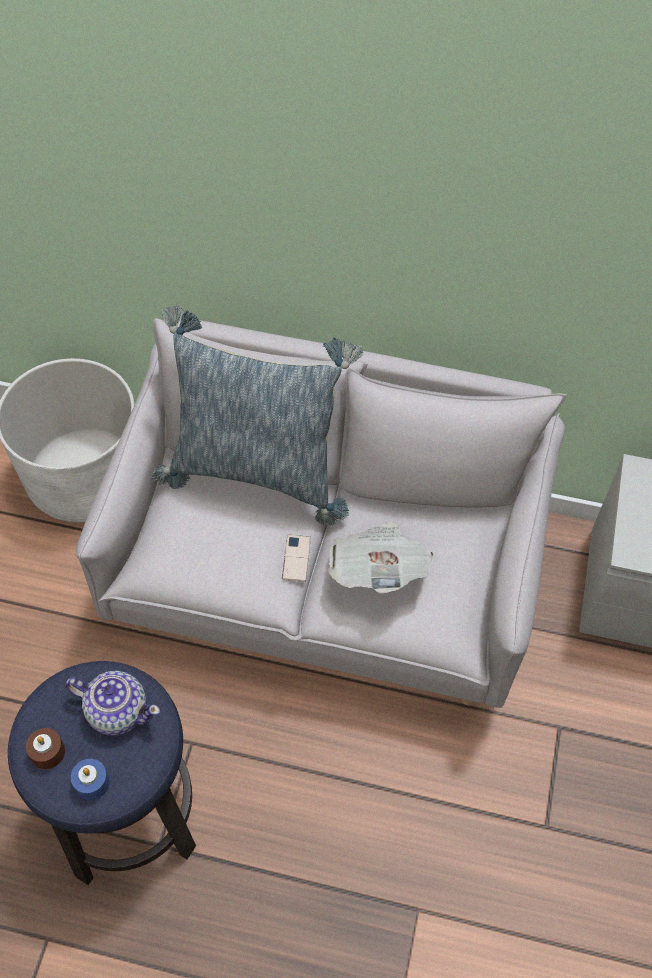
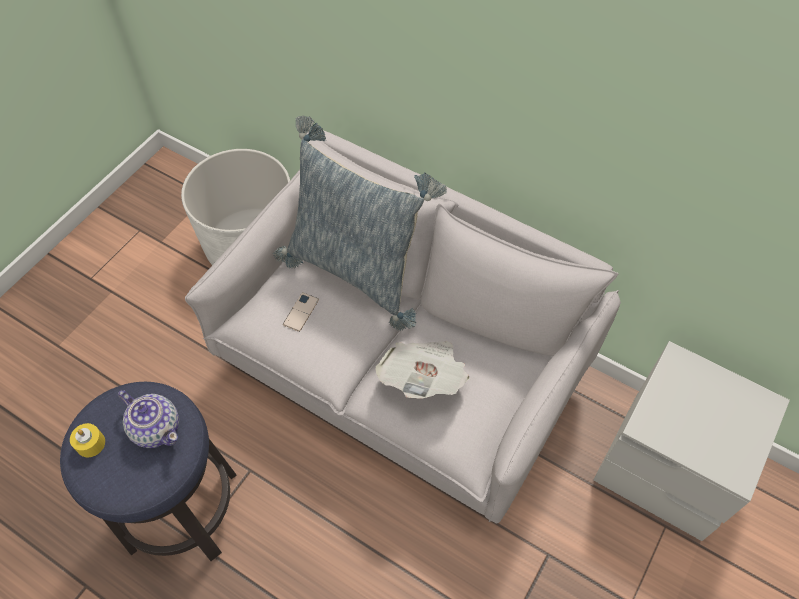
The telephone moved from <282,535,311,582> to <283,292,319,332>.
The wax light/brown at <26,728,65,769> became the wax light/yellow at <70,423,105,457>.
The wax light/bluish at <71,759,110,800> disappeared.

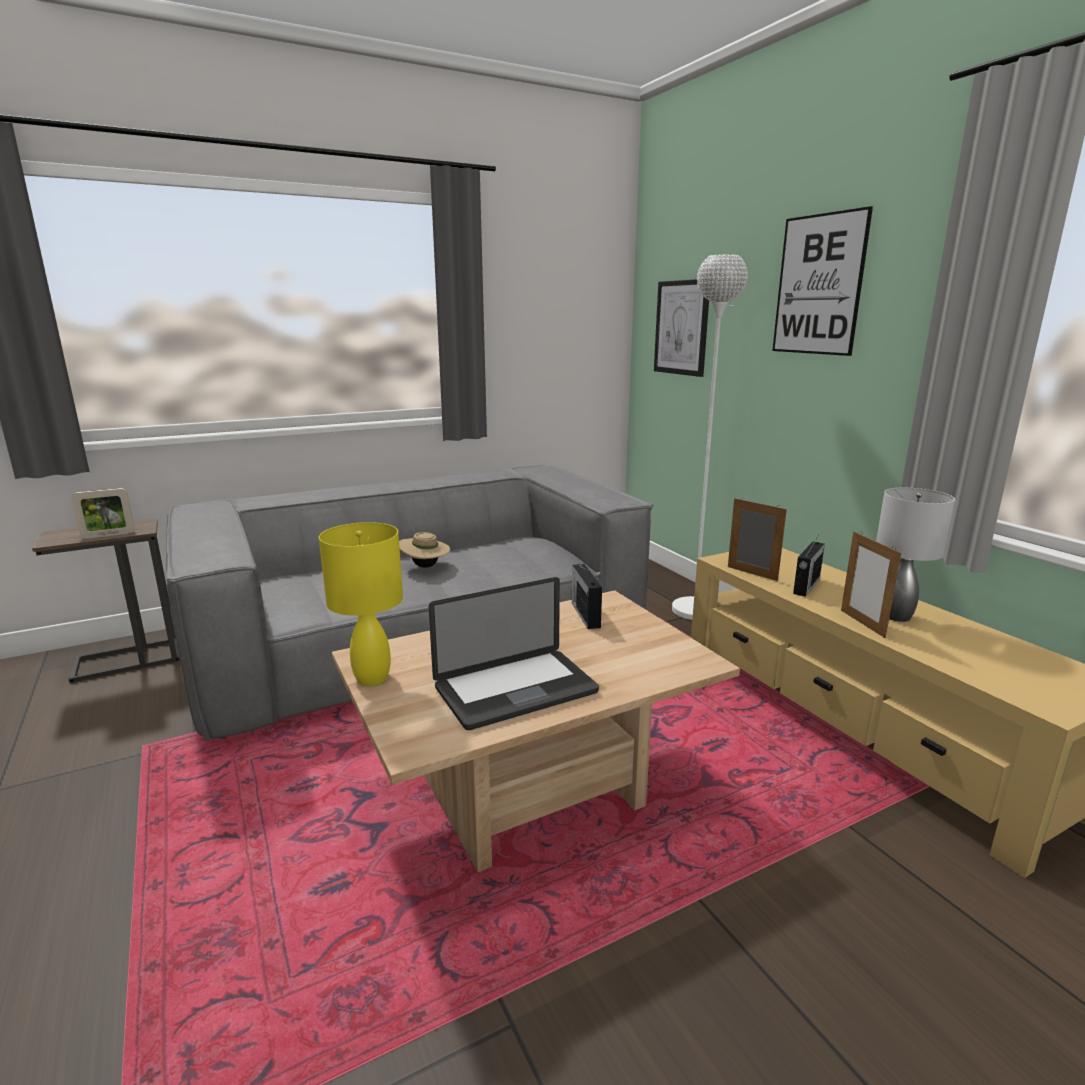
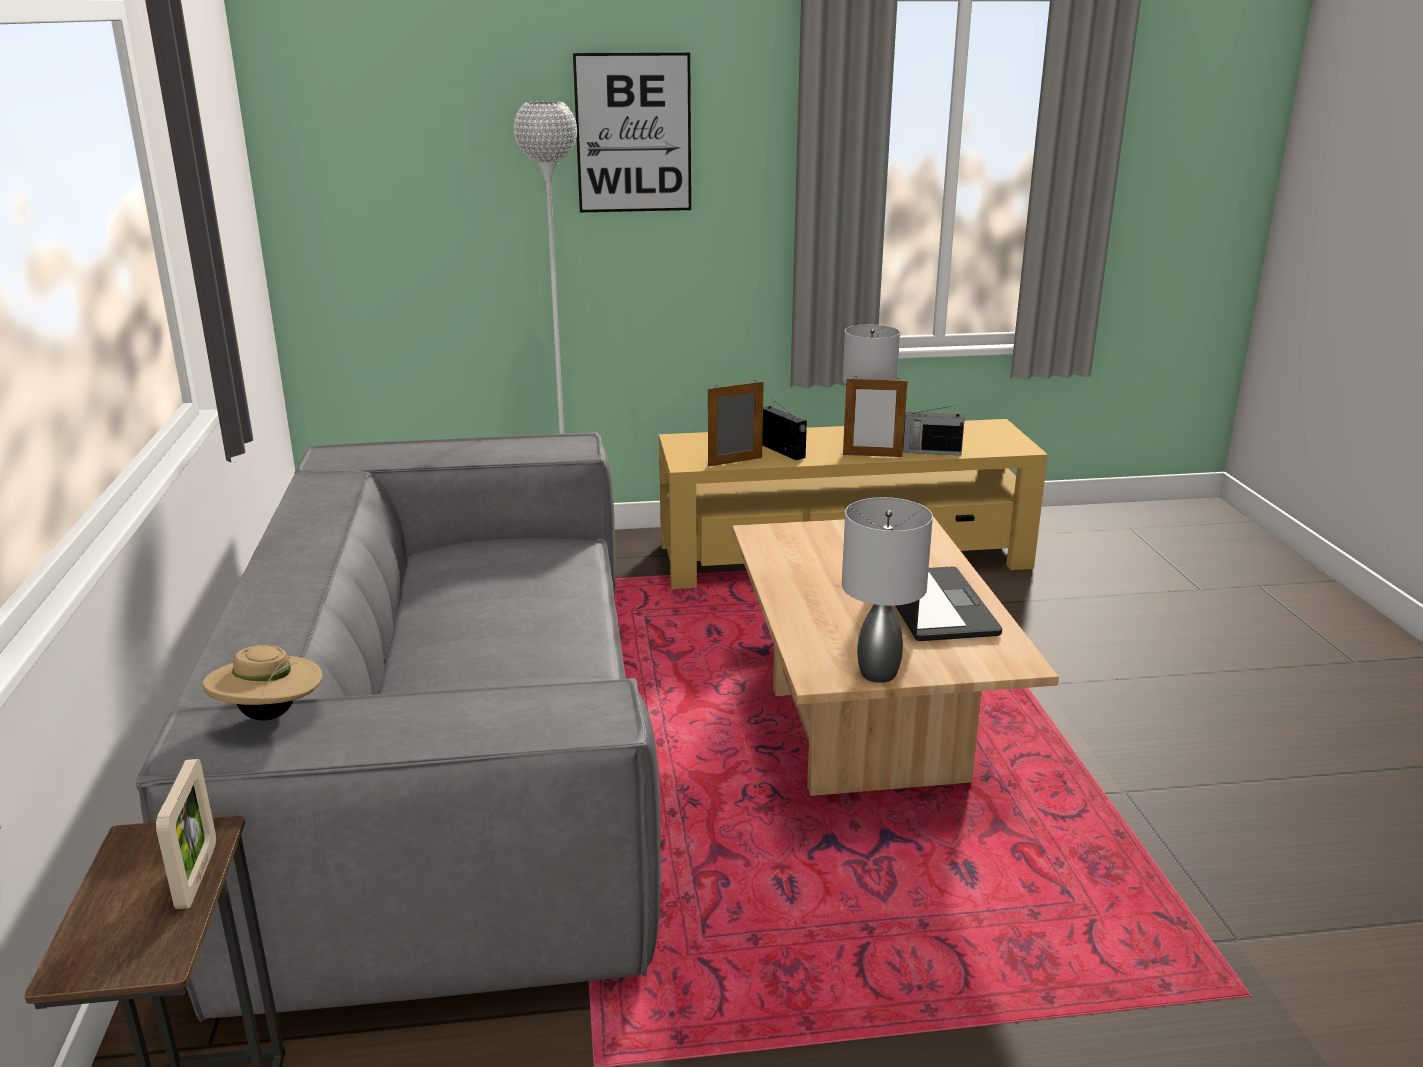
The wall picture at <654,279,709,377> disappeared.
The tabletop lamp/yellow at <319,522,403,686> became the tabletop lamp/gray at <842,497,933,683>.
The wearable hat/beige-coloured moved from <399,532,451,568> to <202,645,323,721>.
The radio receiver moved from <572,564,602,629> to <903,405,965,455>.

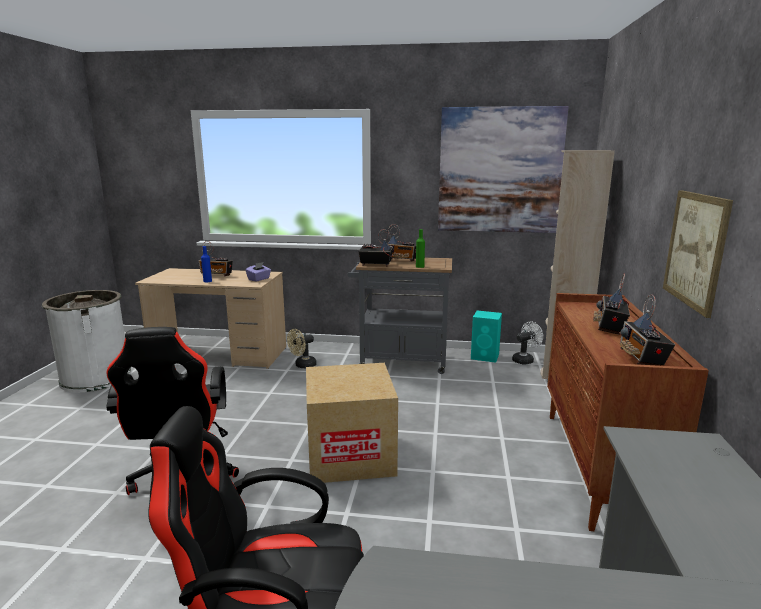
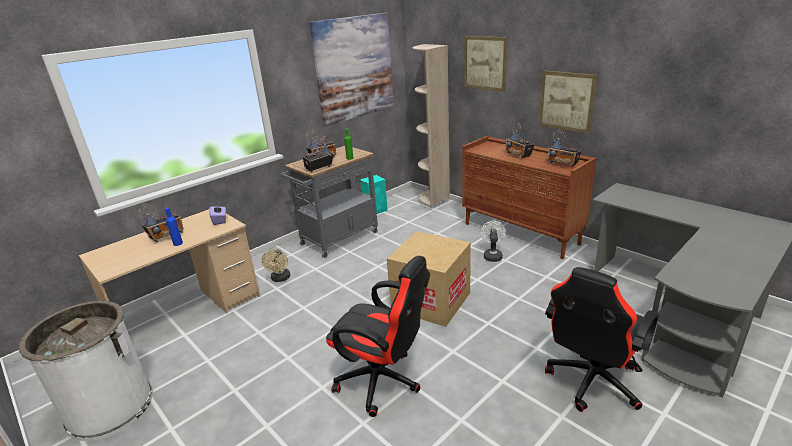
The fan/whitish moved from <512,322,543,364> to <481,221,506,262>.
The wall picture at <464,36,508,92> appeared.

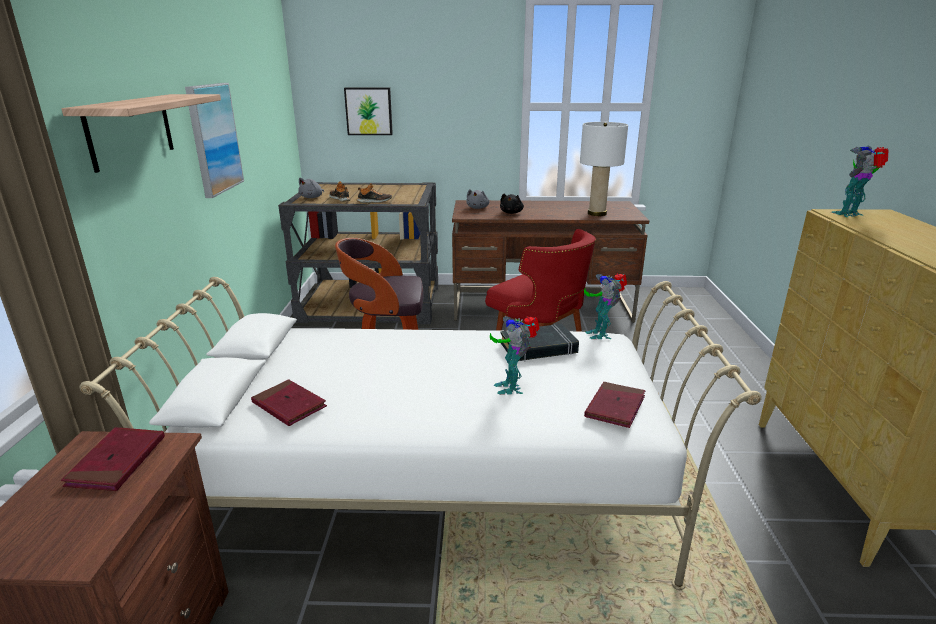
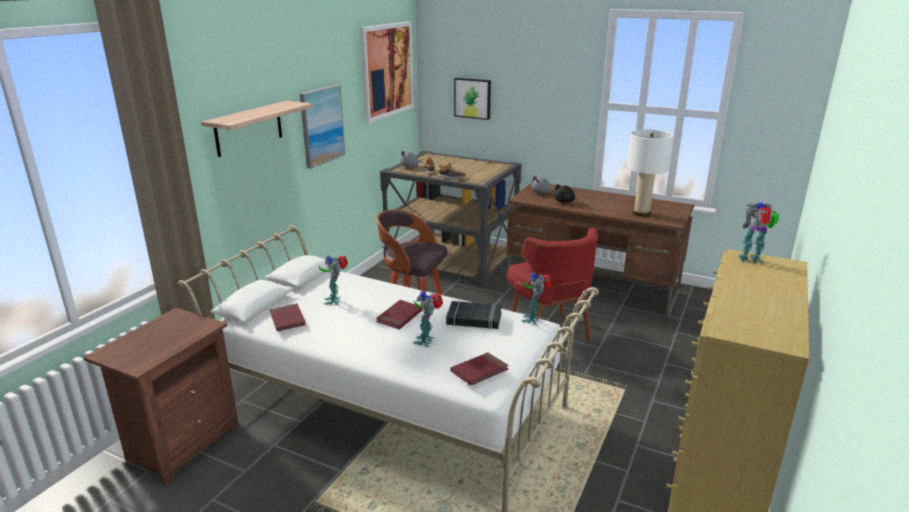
The bound book/red-coloured moved from <61,427,165,491> to <376,300,423,330>.
The wall picture at <360,21,414,123> appeared.
The robot figure at <319,255,348,305> appeared.

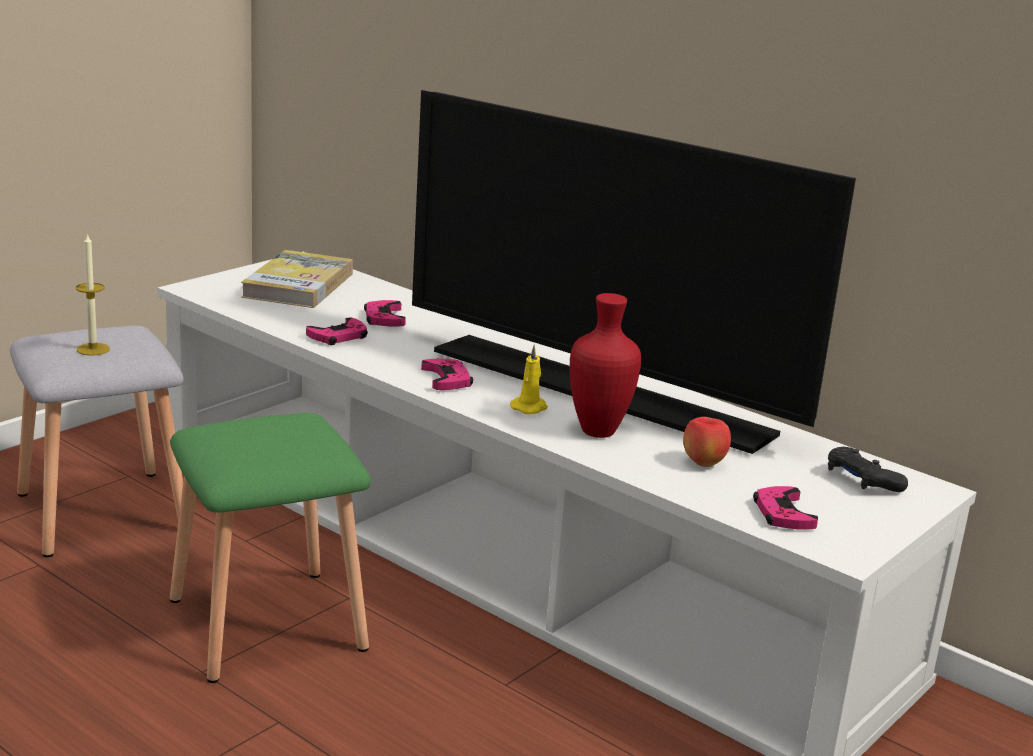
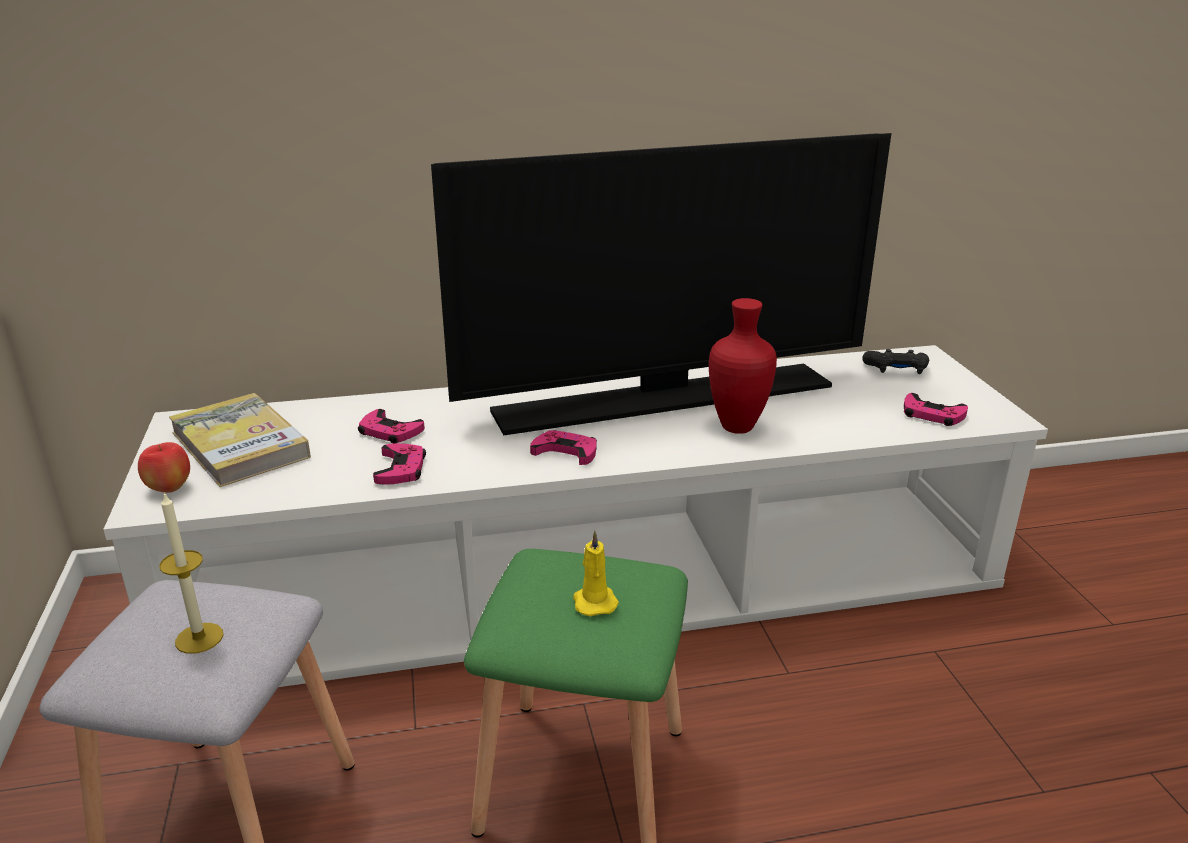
The wax light/yellow moved from <510,344,548,414> to <573,531,619,616>.
The apple fruit moved from <683,417,731,467> to <138,442,190,493>.

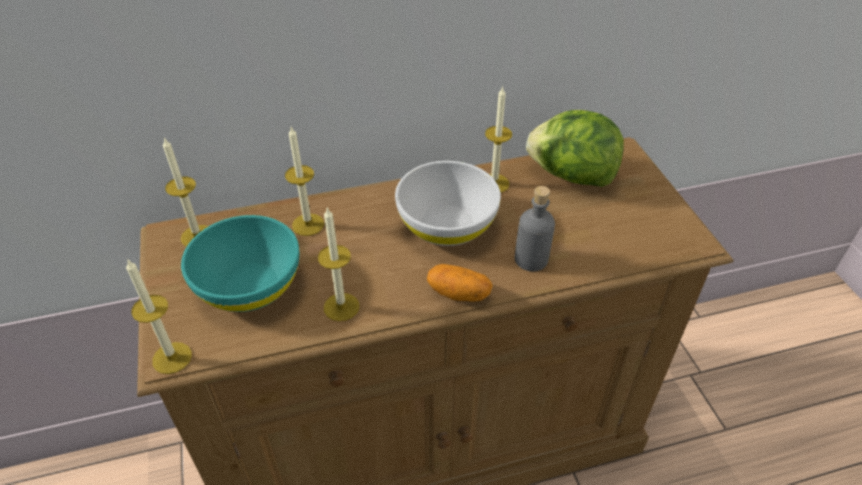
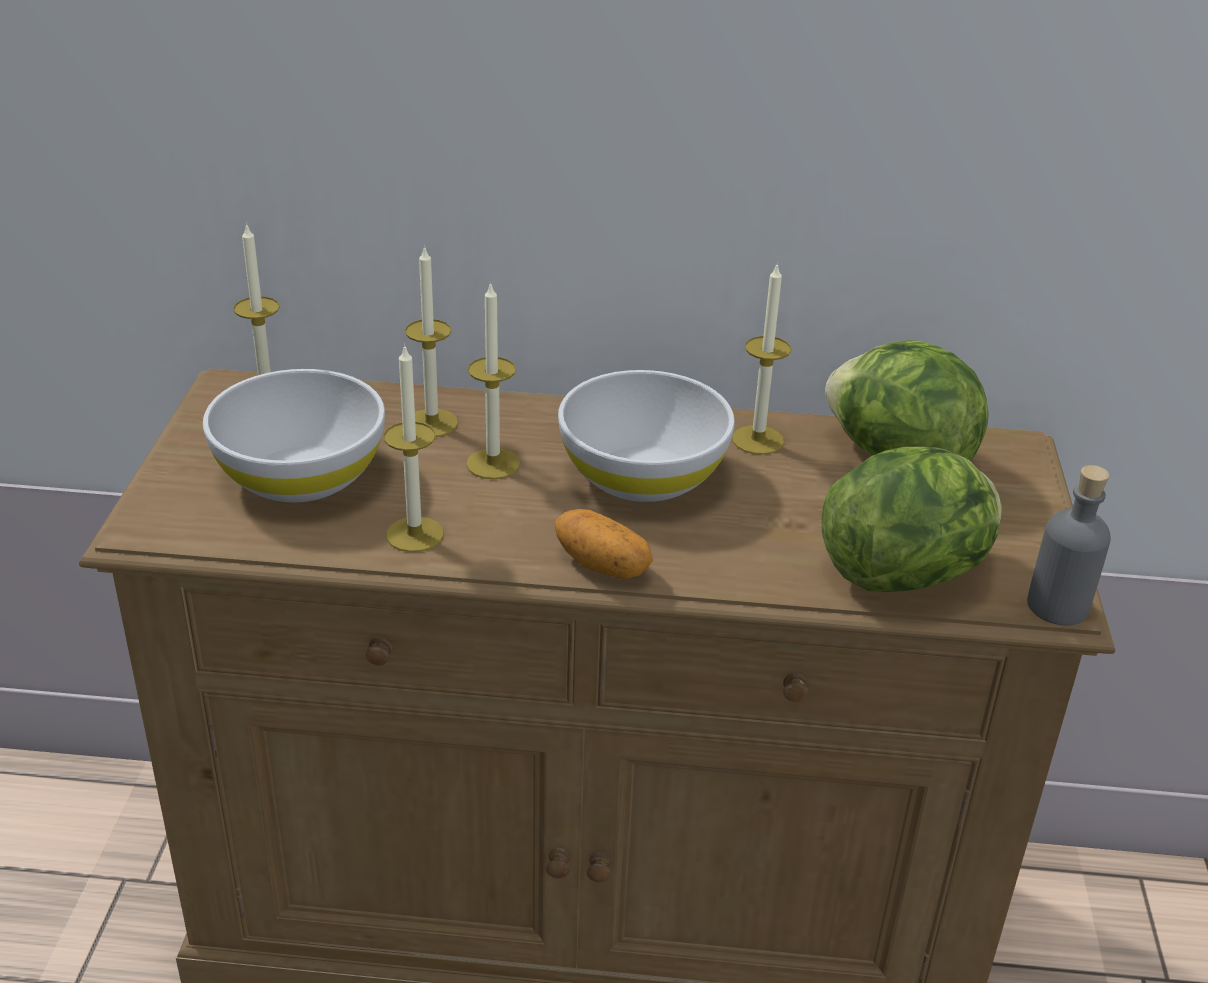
The beverage bottle/gray moved from <515,186,555,271> to <1027,465,1111,626>.
The deep dish/turquoise-coloured at <181,215,299,312> became the deep dish/whitish at <203,369,385,502>.
The wax light moved from <126,260,192,374> to <466,281,520,479>.
The lettuce head at <821,447,1002,592> appeared.

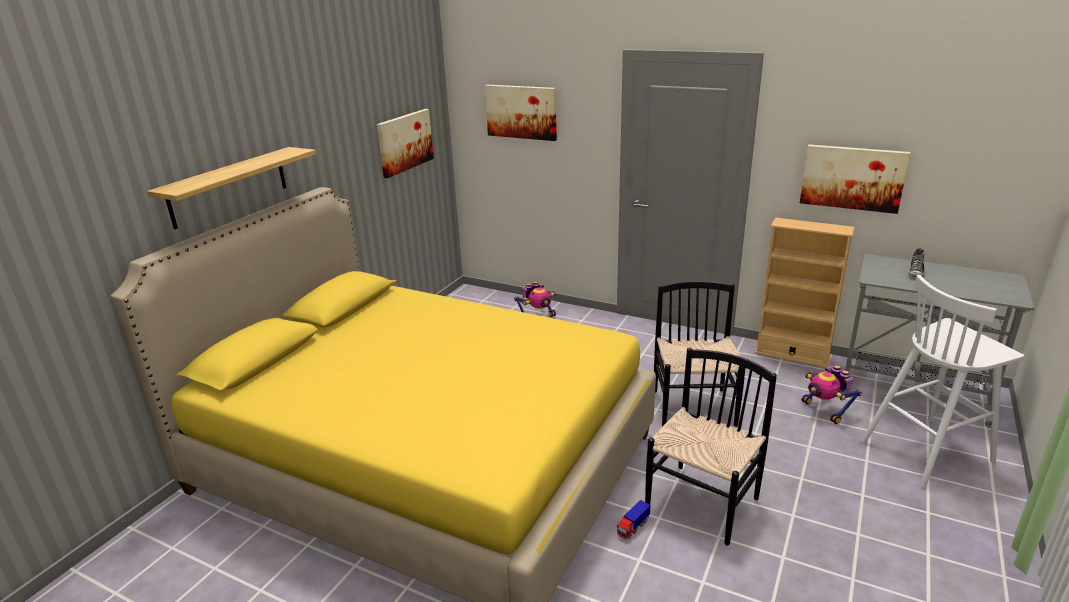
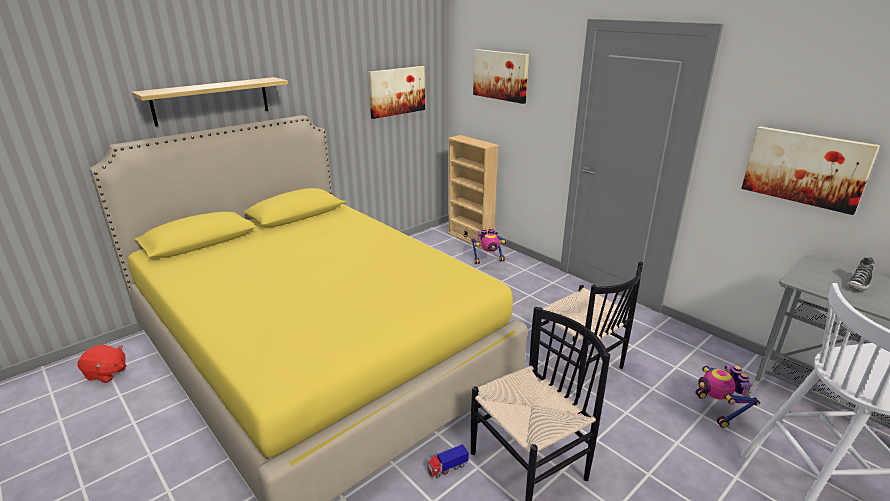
The bookshelf/beige-coloured moved from <755,218,855,368> to <447,135,499,249>.
The upright chair/black-coloured at <654,281,745,427> turned 120 degrees clockwise.
The soft toy/red-coloured at <77,345,127,383> appeared.

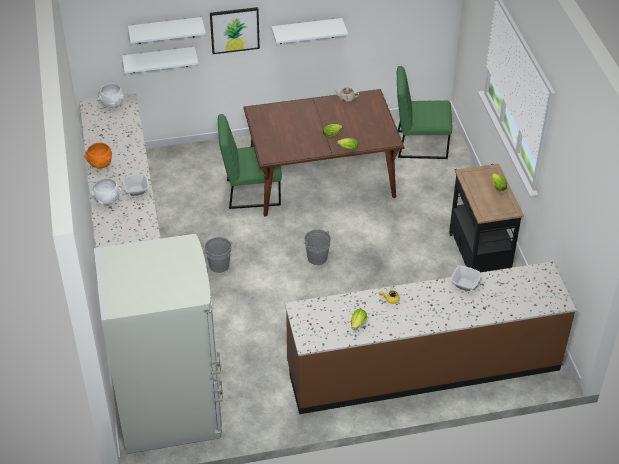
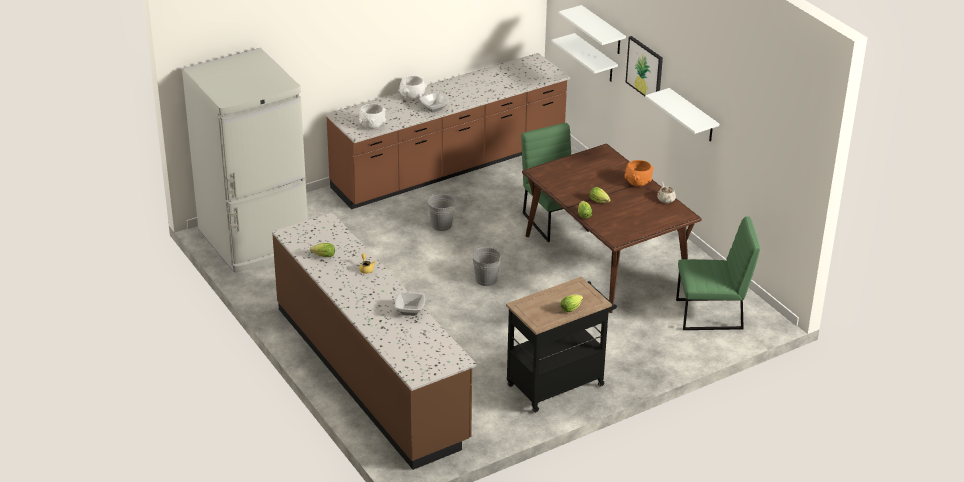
The upright chair/green-coloured at <397,66,452,159> turned 105 degrees clockwise.
The deep dish/whitish moved from <98,83,124,108> to <359,104,386,129>.
The deep dish/orange-coloured moved from <84,143,112,169> to <624,160,654,186>.

